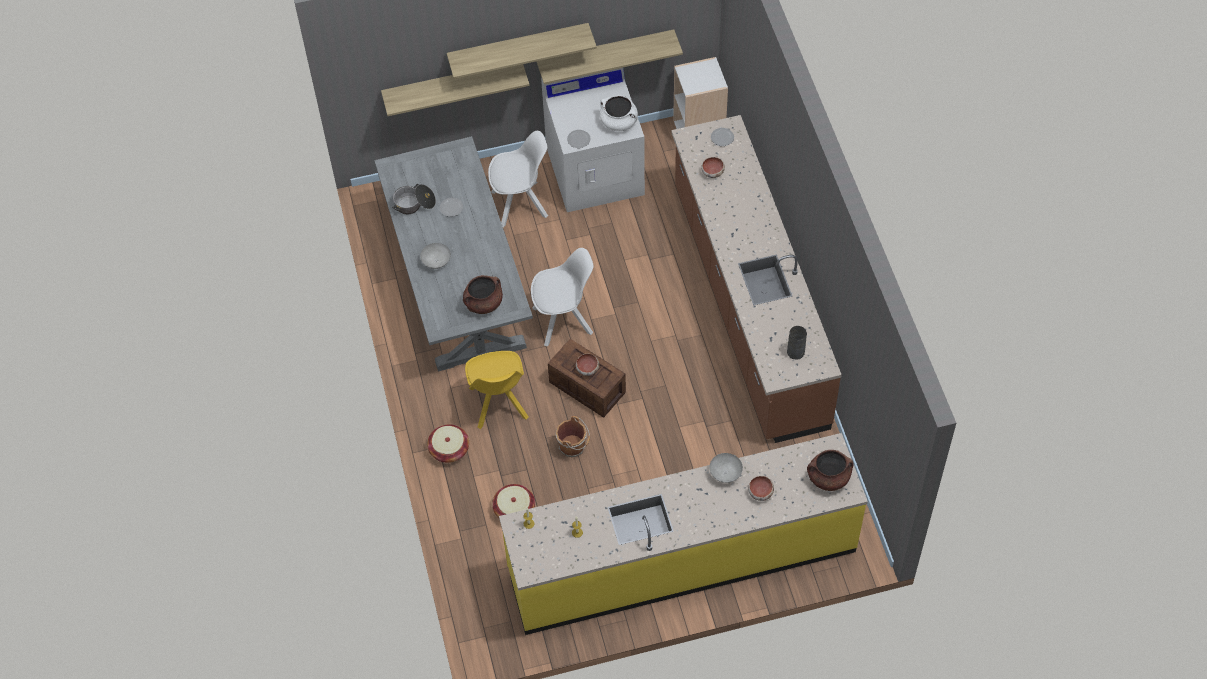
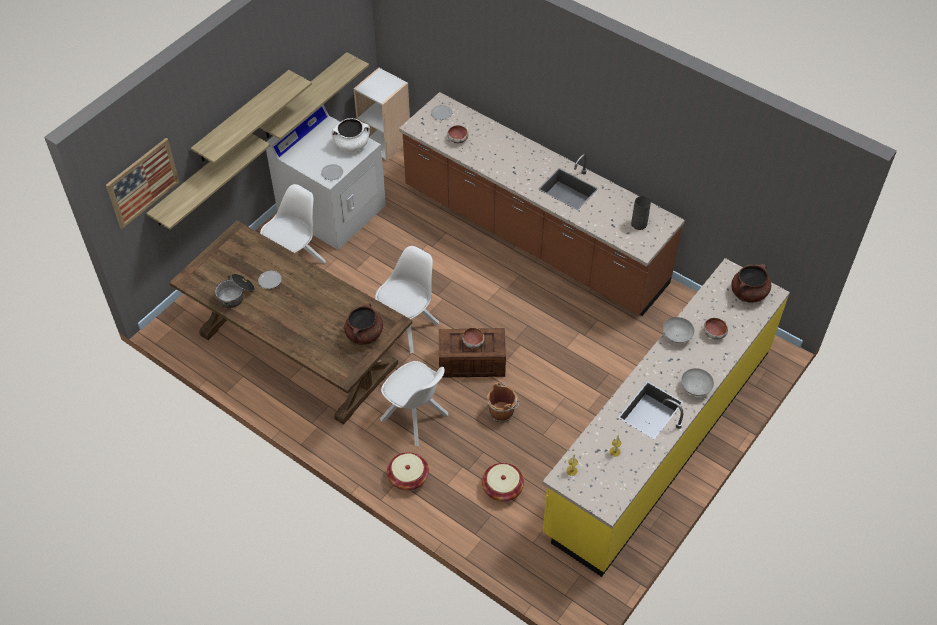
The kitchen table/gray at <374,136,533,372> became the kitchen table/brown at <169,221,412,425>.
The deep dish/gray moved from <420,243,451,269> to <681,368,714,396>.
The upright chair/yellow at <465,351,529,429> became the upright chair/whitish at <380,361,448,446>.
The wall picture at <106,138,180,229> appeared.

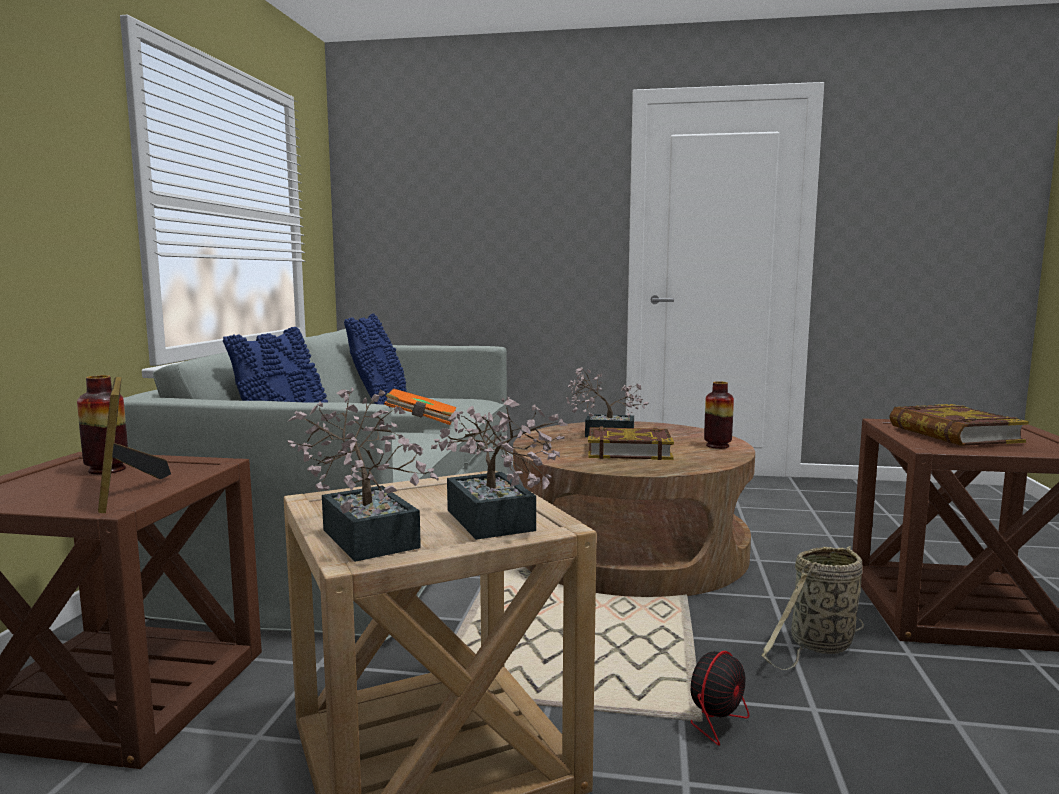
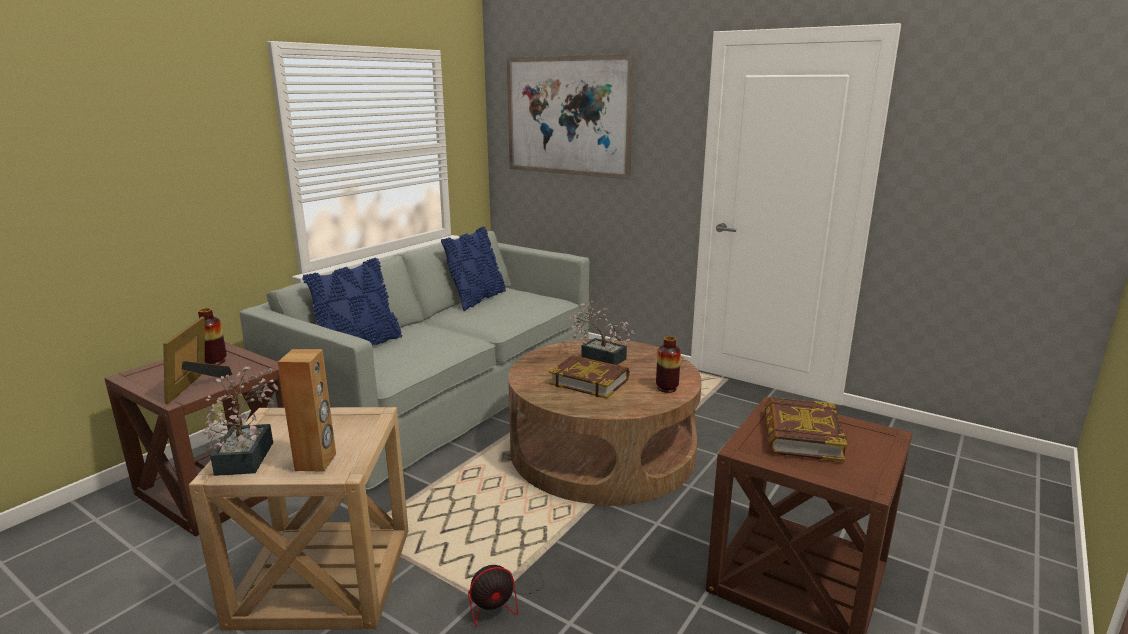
The bound book/orange-coloured at <384,388,456,425> disappeared.
The plant in a pot at <431,397,567,540> was replaced by the audio speaker/brown at <278,349,336,472>.
The storage basket at <762,546,864,670> disappeared.
The wall picture at <507,54,634,179> appeared.

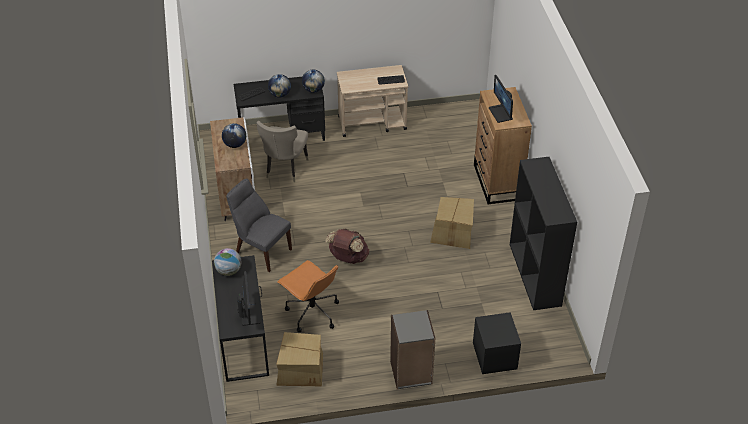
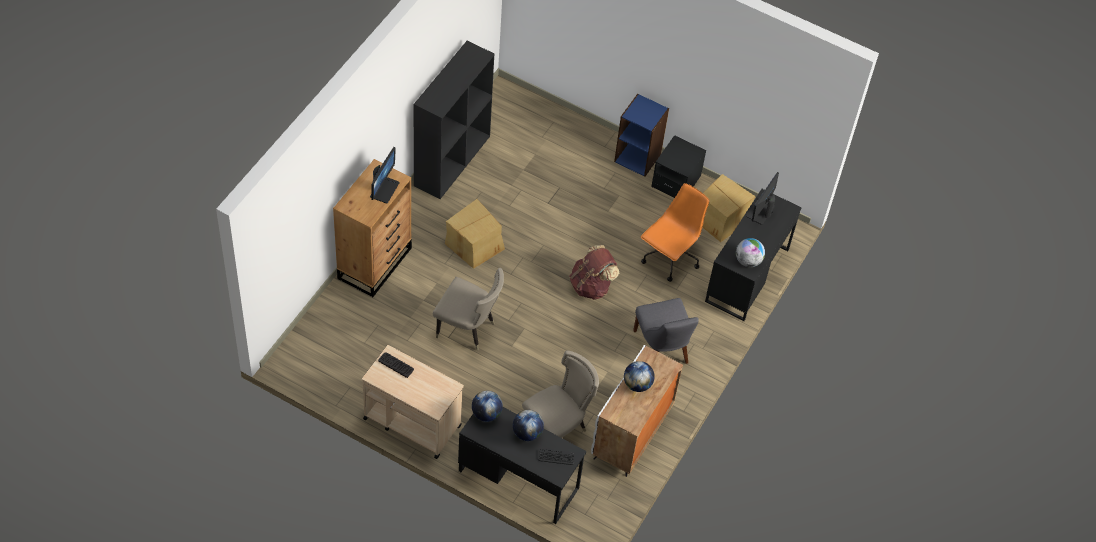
The office chair/orange-coloured at <277,260,339,332> turned 45 degrees clockwise.
The bookshelf/gray at <390,310,435,389> became the bookshelf/bluish at <614,94,669,177>.
The bedside table/black-coloured moved from <473,312,521,374> to <651,135,706,198>.
The upright chair/beige-coloured at <433,268,504,351> appeared.

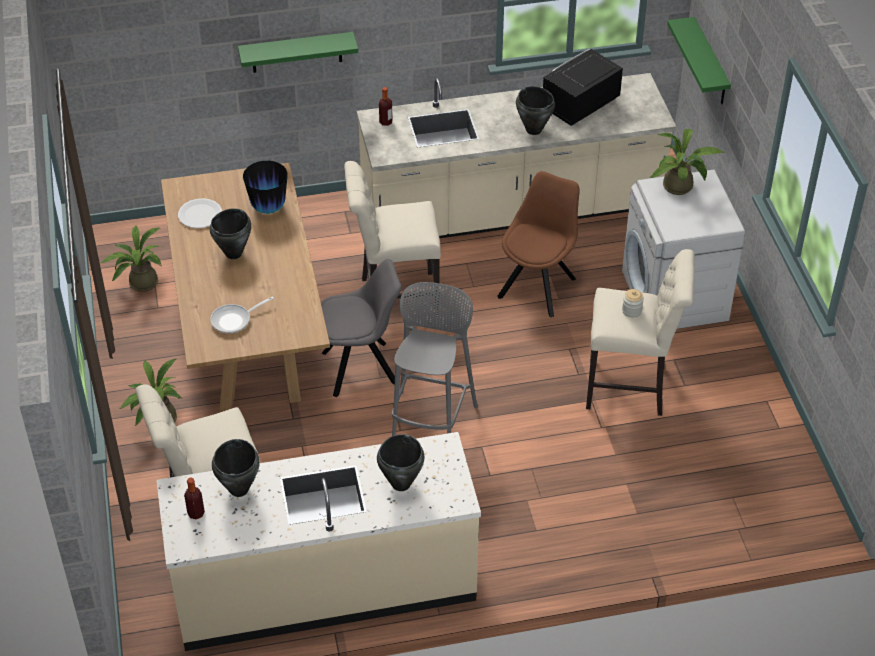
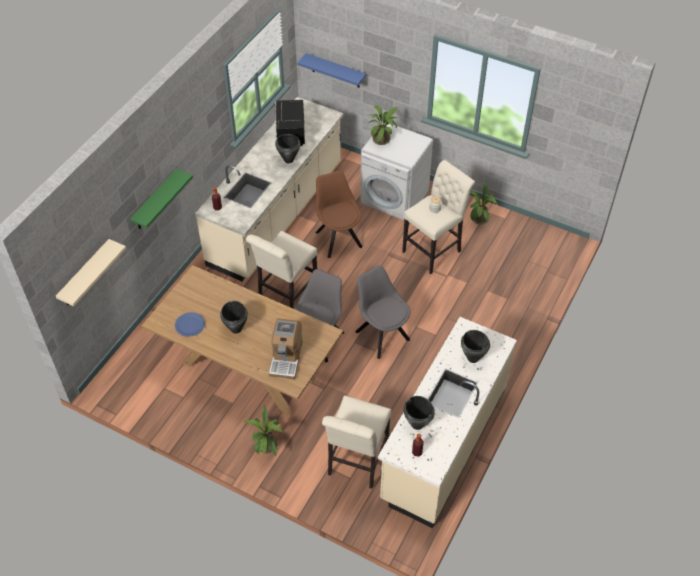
The wall shelf/green-coloured at <667,17,731,104> became the wall shelf/bluish at <297,53,366,88>.
The flower vase at <243,161,288,214> disappeared.
The dinner plate/whitish at <178,198,222,228> became the dinner plate/bluish at <175,313,205,337>.
The plant in a pot moved from <101,225,162,292> to <470,181,497,224>.
The stool/gray at <392,282,477,436> was replaced by the upright chair/gray at <355,265,410,359>.
The pan at <210,296,274,334> was replaced by the coffee machine at <269,318,303,380>.
The wall shelf/beige-coloured at <56,239,126,306> appeared.

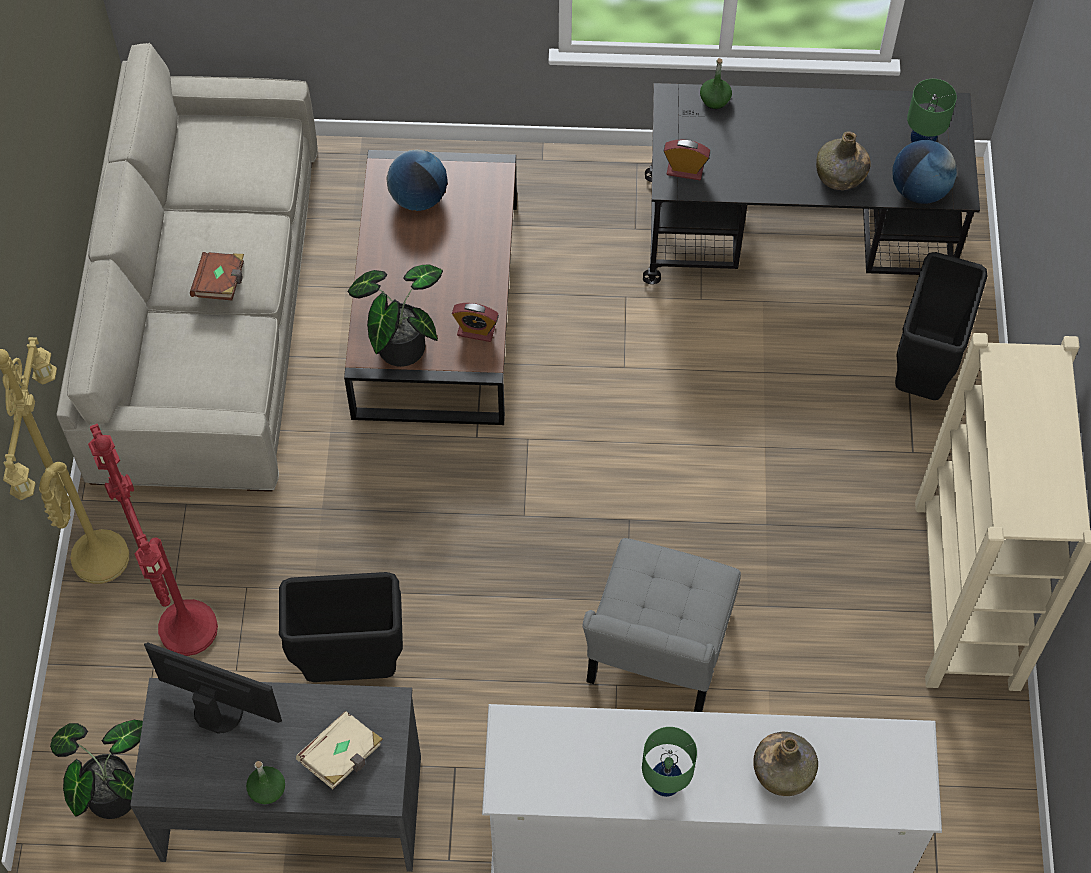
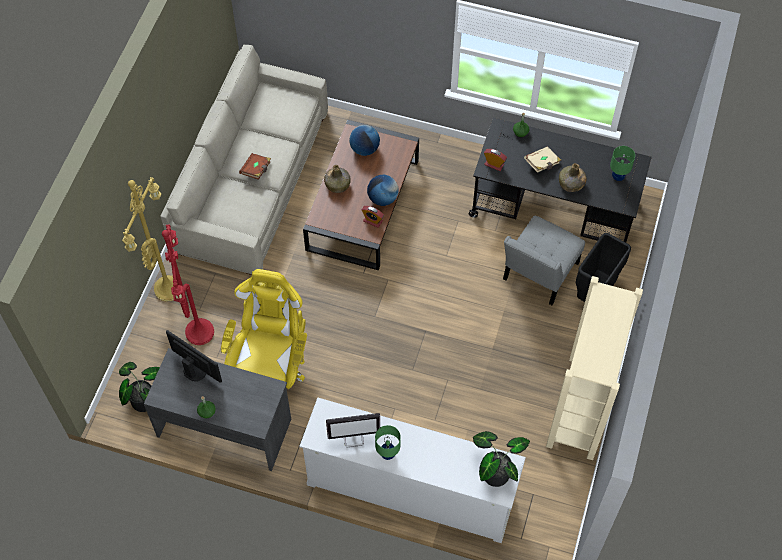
The globe moved from <892,140,957,204> to <367,175,398,206>.
The plant in a pot moved from <348,264,443,367> to <473,431,530,487>.
The upright chair/gray moved from <583,538,741,712> to <503,216,585,305>.
The trash can/black-coloured at <279,572,403,682> was replaced by the office chair/yellow at <221,269,307,389>.
The bound book/beige-coloured moved from <296,711,383,789> to <524,147,561,173>.
The beverage bottle/green-coloured moved from <753,731,818,796> to <324,165,351,193>.
The computer display at <326,413,380,447> appeared.

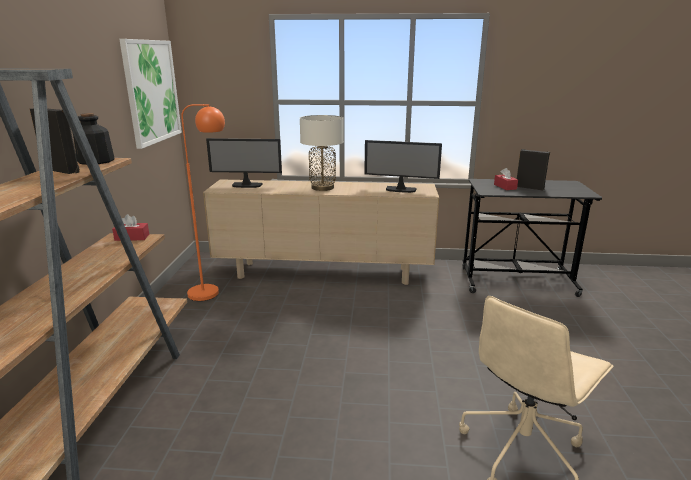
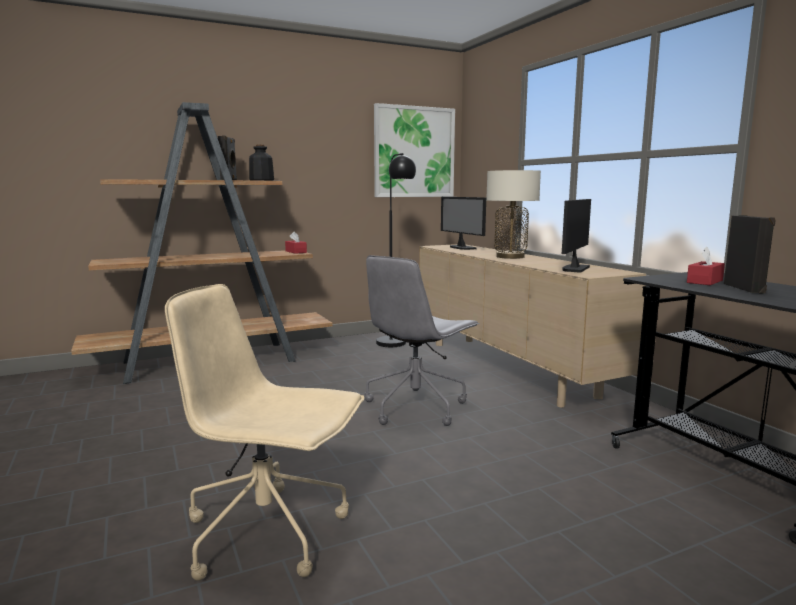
The floor lamp/orange-coloured at <181,104,225,301> became the floor lamp/black-coloured at <376,153,416,347>.
The computer display at <364,140,442,193> turned 45 degrees clockwise.
The office chair/gray at <365,255,479,426> appeared.

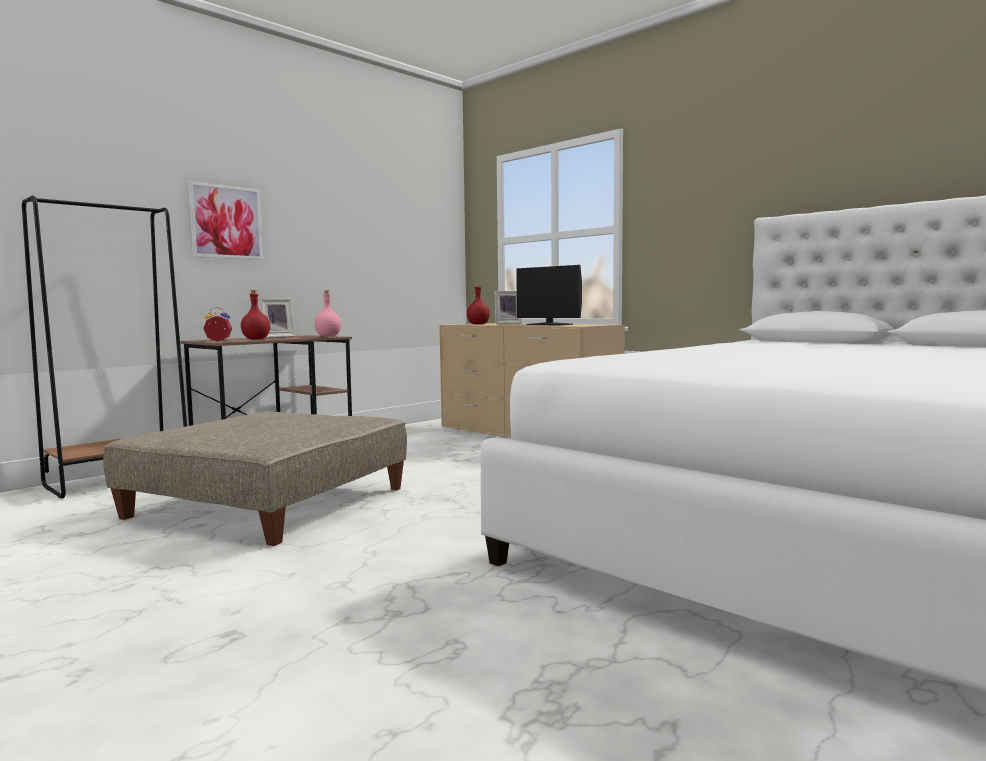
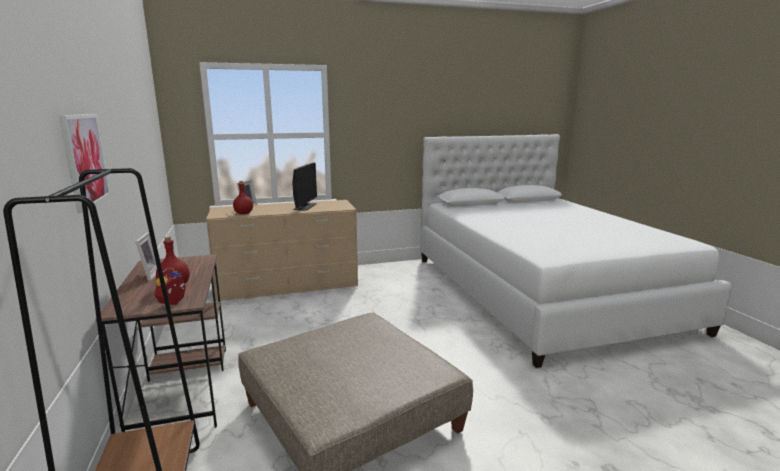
The computer display at <516,265,582,325> turned 60 degrees counterclockwise.
The beverage bottle/pink-coloured at <314,290,341,337> disappeared.

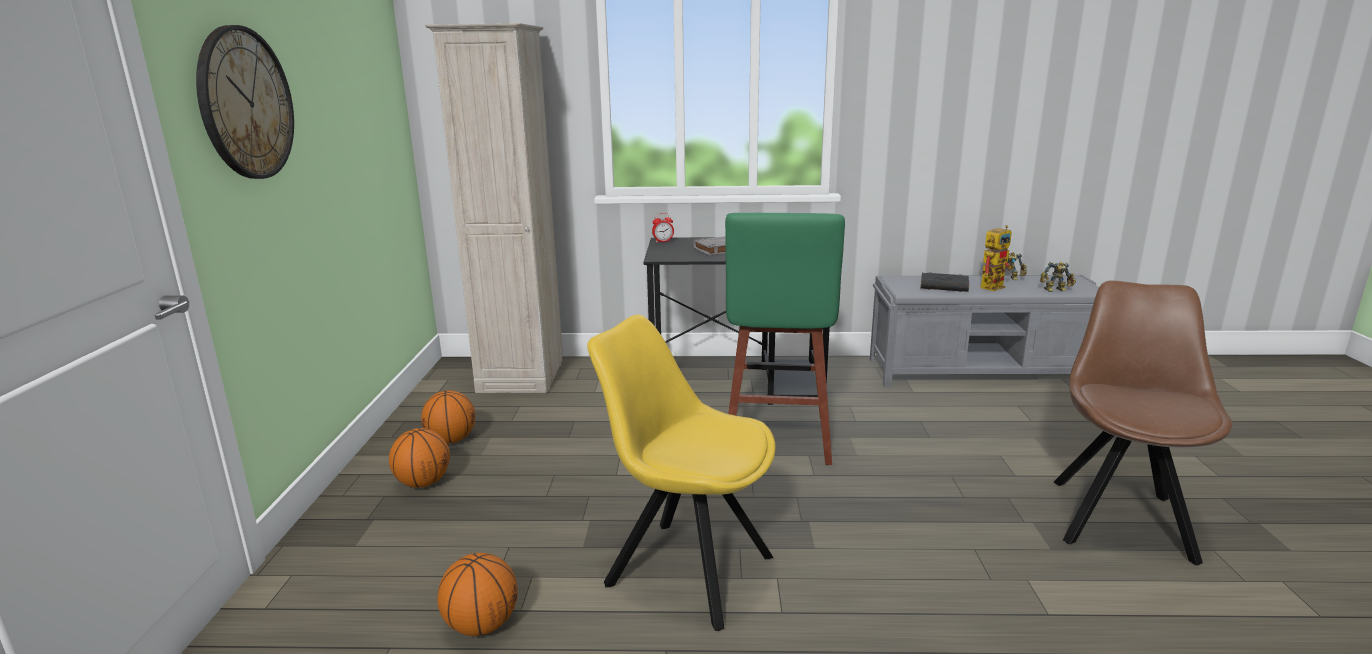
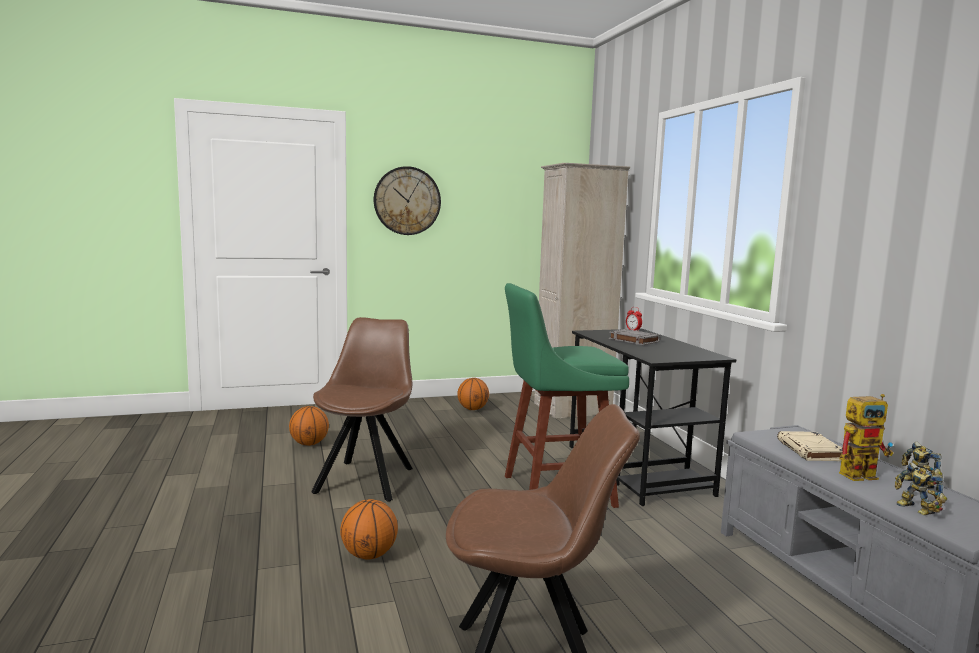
The robot figure at <980,225,1015,291> turned 45 degrees counterclockwise.
The bound book/black-coloured at <921,273,969,292> became the bound book/beige-coloured at <777,431,843,461>.
The upright chair/yellow at <587,315,776,631> became the upright chair/brown at <311,317,413,502>.
The ball for basketball moved from <389,428,450,488> to <340,499,398,560>.

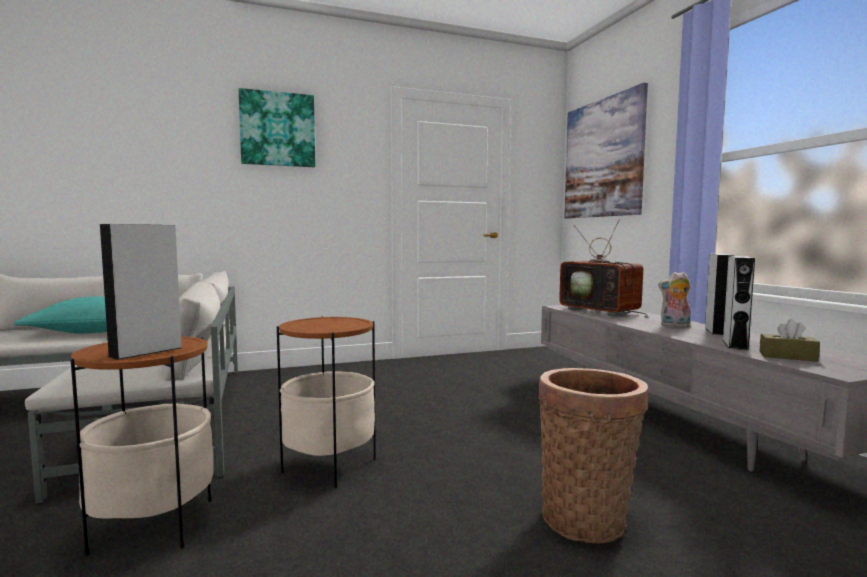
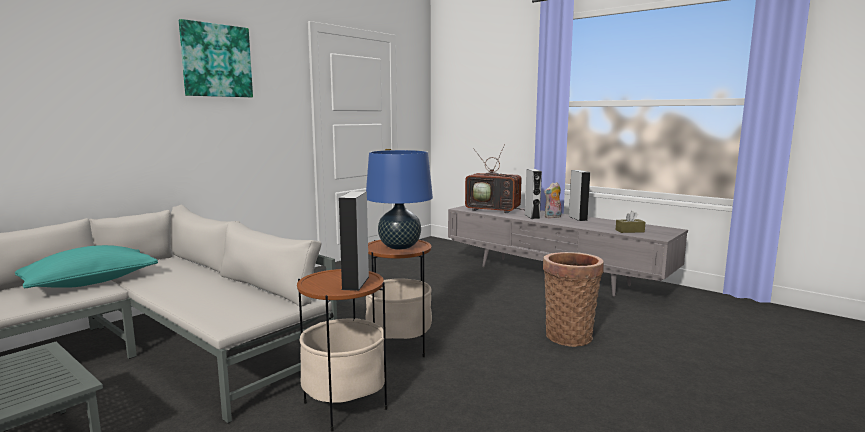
The wall picture at <564,83,648,219> disappeared.
The audio speaker/gray moved from <723,256,755,350> to <525,169,542,219>.
The tabletop lamp/bluish at <366,150,433,250> appeared.

